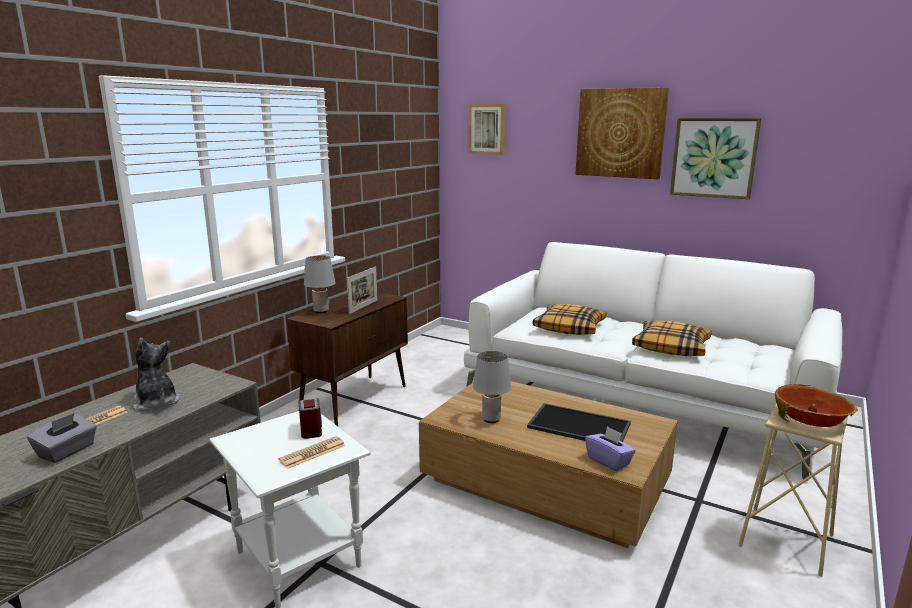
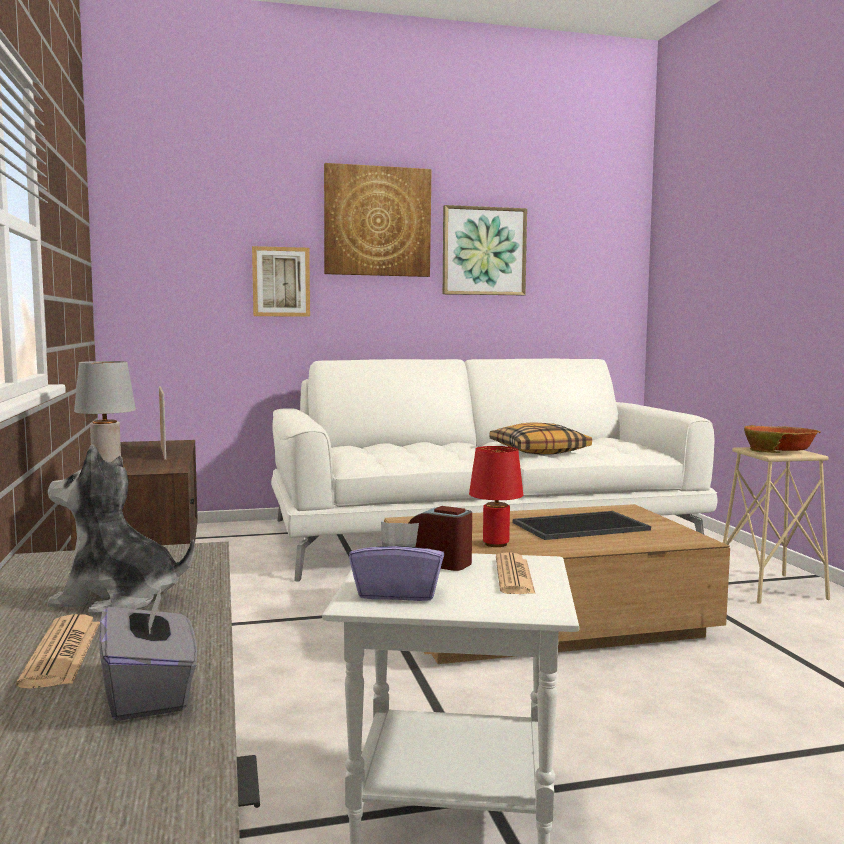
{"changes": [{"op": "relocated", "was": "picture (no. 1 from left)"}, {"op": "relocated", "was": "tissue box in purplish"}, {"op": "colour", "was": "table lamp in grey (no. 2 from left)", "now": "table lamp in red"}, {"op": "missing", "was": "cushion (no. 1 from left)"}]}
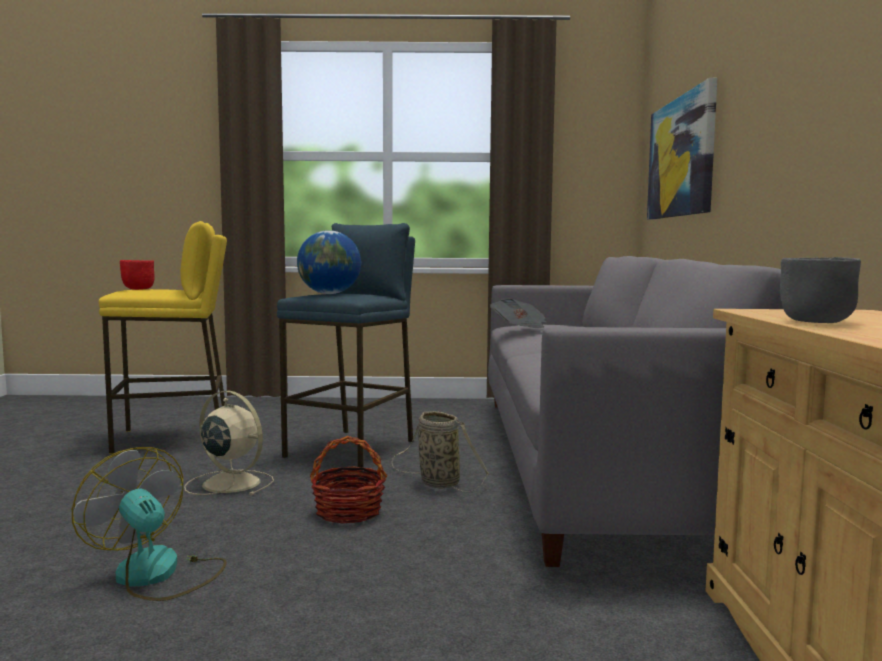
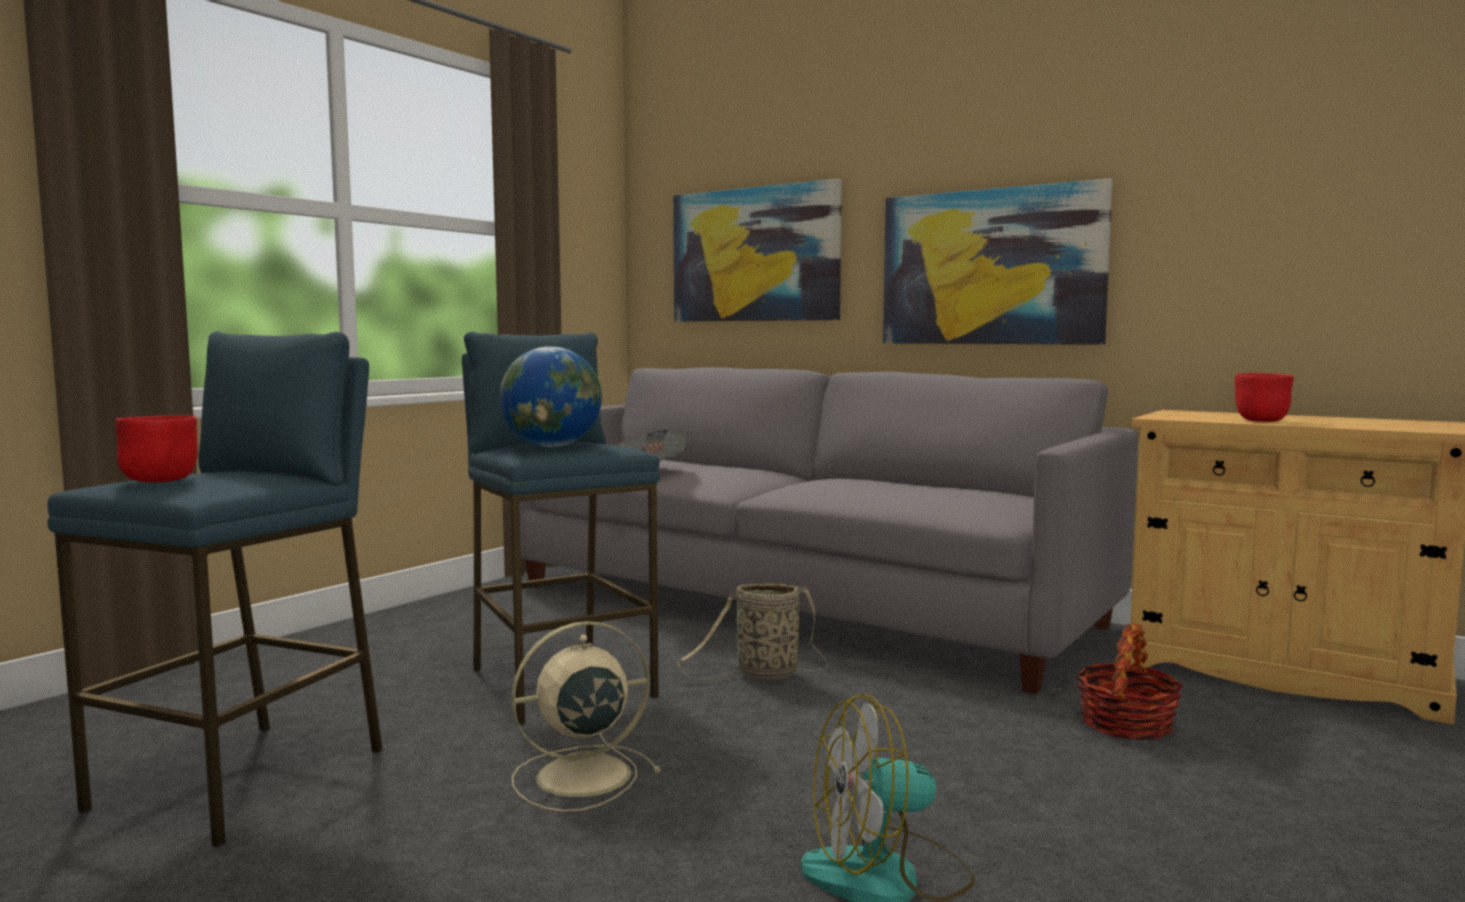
{"changes": [{"op": "colour", "was": "stool in yellow", "now": "stool in blue-coloured (no. 1 from left)"}, {"op": "appeared", "now": "picture (no. 2 from left)"}, {"op": "relocated", "was": "household basket (no. 1 from left in the first image)", "now": "household basket (no. 2 from left)"}, {"op": "colour", "was": "serving bowl in grey", "now": "serving bowl in red (no. 2 from left)"}]}
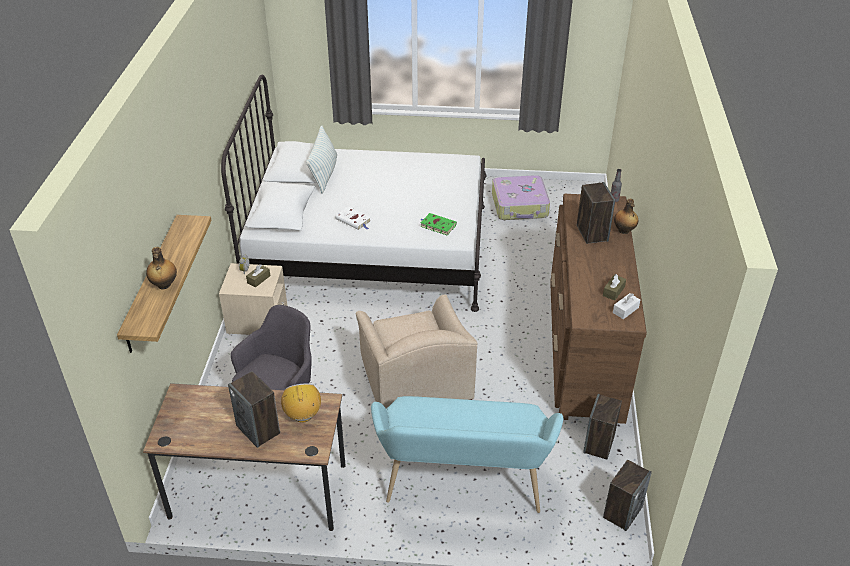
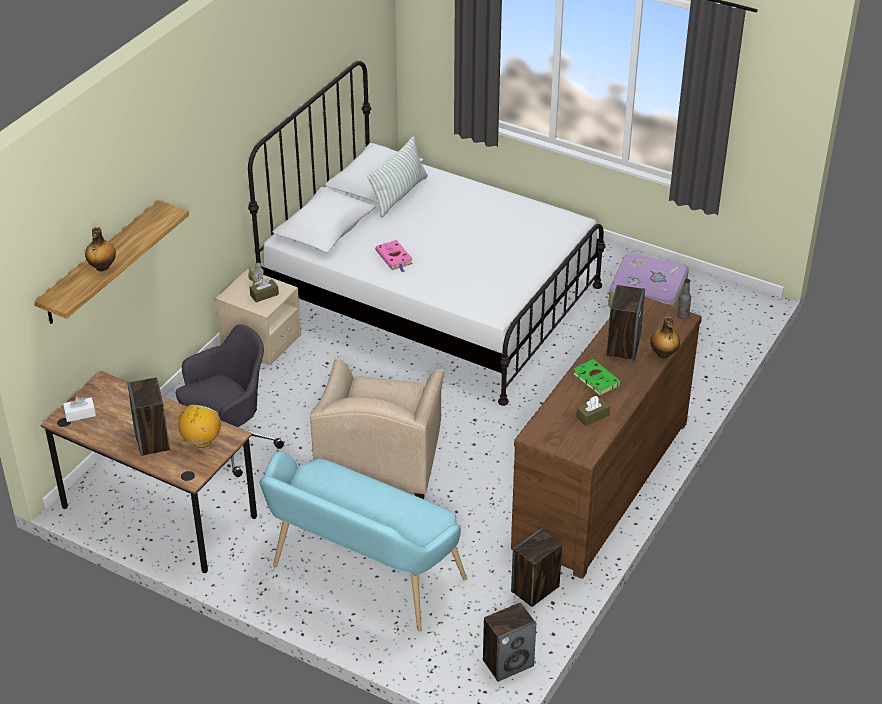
{"changes": [{"op": "relocated", "was": "tissue box in white"}, {"op": "colour", "was": "volume in white", "now": "volume in pink-coloured"}, {"op": "relocated", "was": "volume in green"}]}
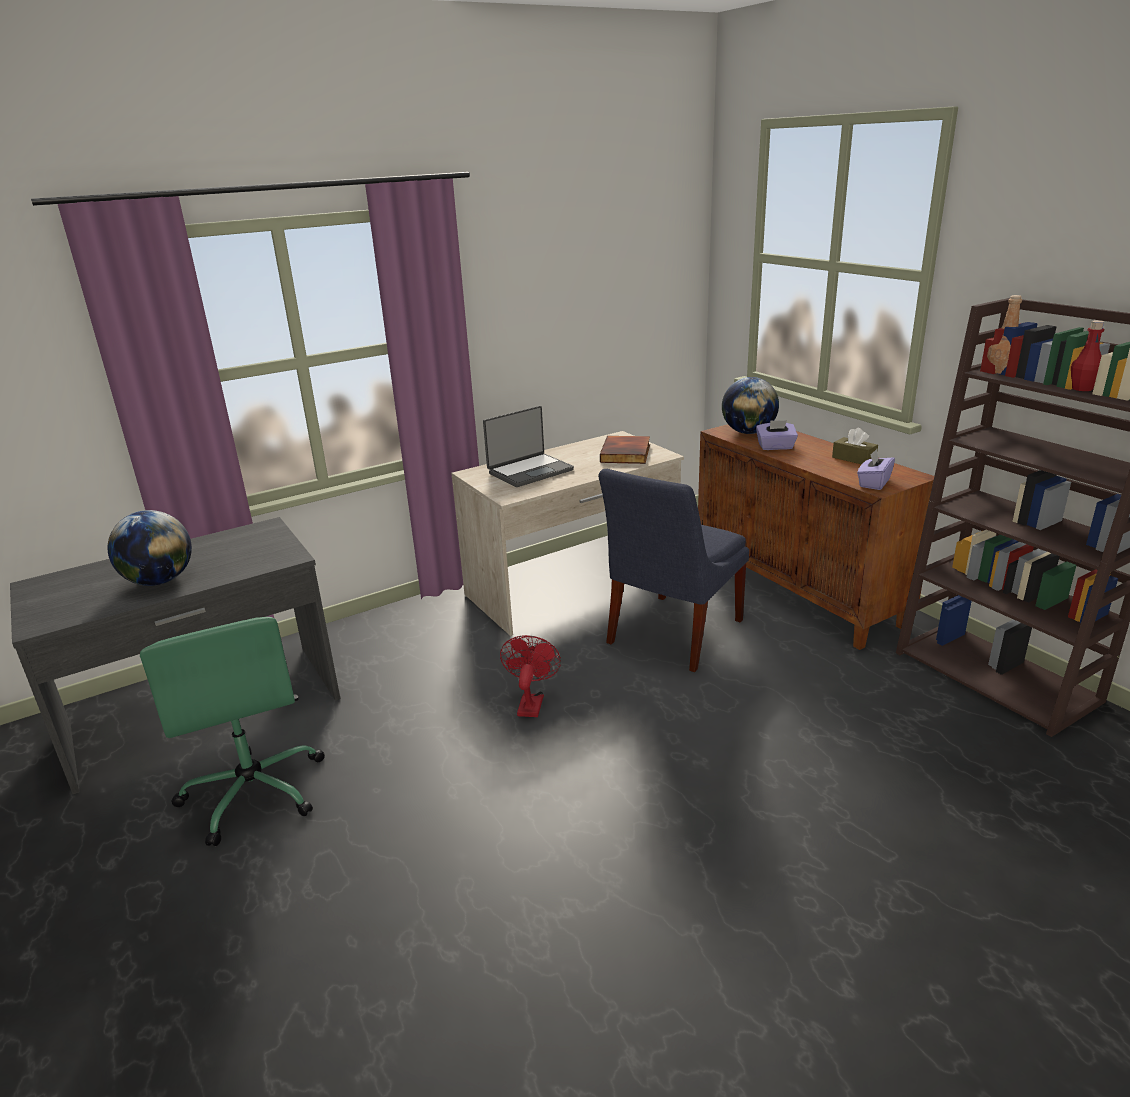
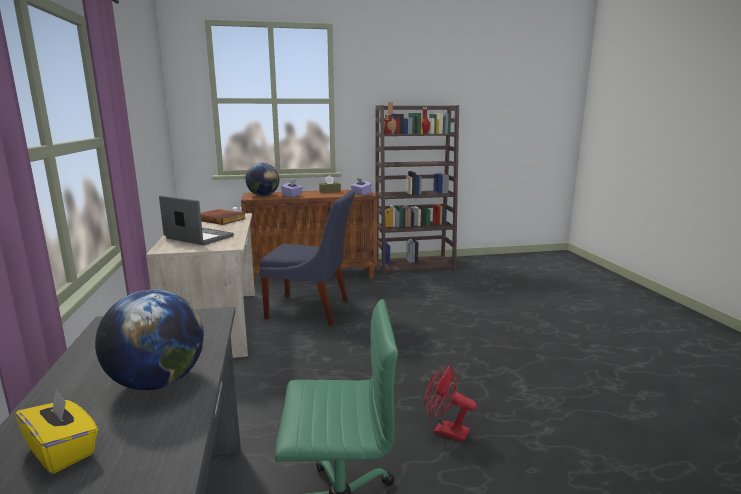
{"changes": [{"op": "appeared", "now": "tissue box in yellow"}, {"op": "spun", "was": "notebook computer", "clockwise": -45}, {"op": "spun", "was": "plain chair in blue-coloured", "clockwise": -45}, {"op": "relocated", "was": "electric fan in red"}]}
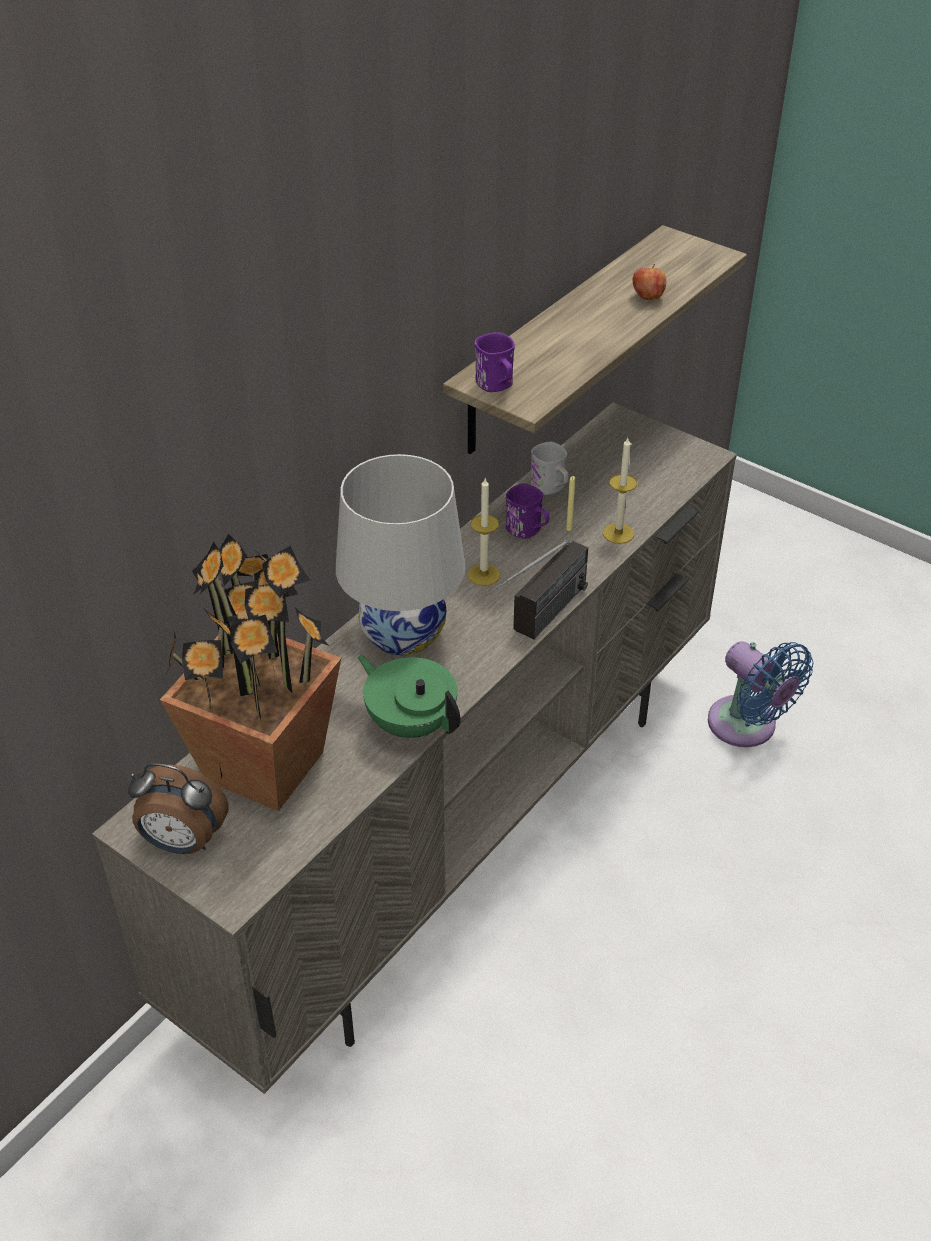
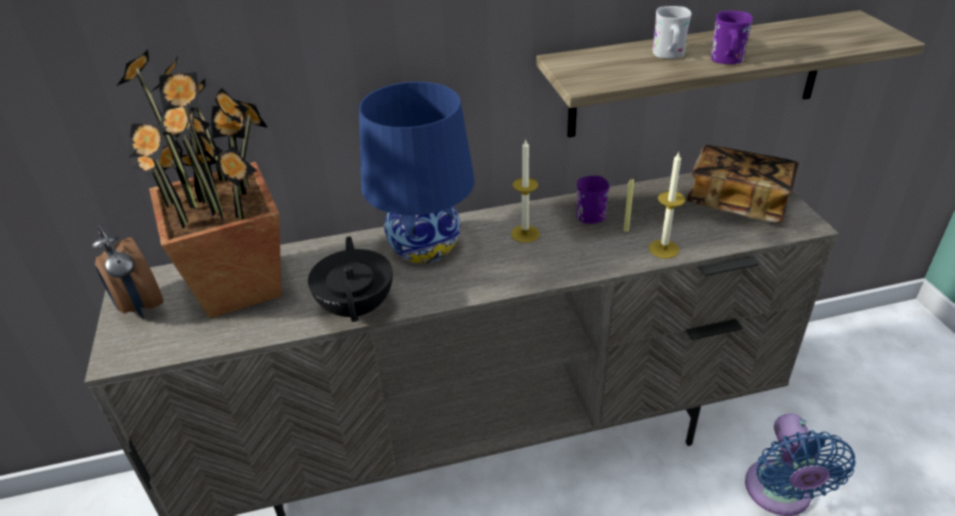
{"changes": [{"op": "colour", "was": "pot for tea in green", "now": "pot for tea in blackish"}, {"op": "colour", "was": "table lamp in white", "now": "table lamp in blue-coloured"}, {"op": "relocated", "was": "coffee mug in white"}, {"op": "appeared", "now": "volume"}, {"op": "relocated", "was": "coffee mug in purplish (no. 1 from left in the first image)", "now": "coffee mug in purplish (no. 2 from left)"}, {"op": "missing", "was": "radio receiver"}, {"op": "missing", "was": "apple"}]}
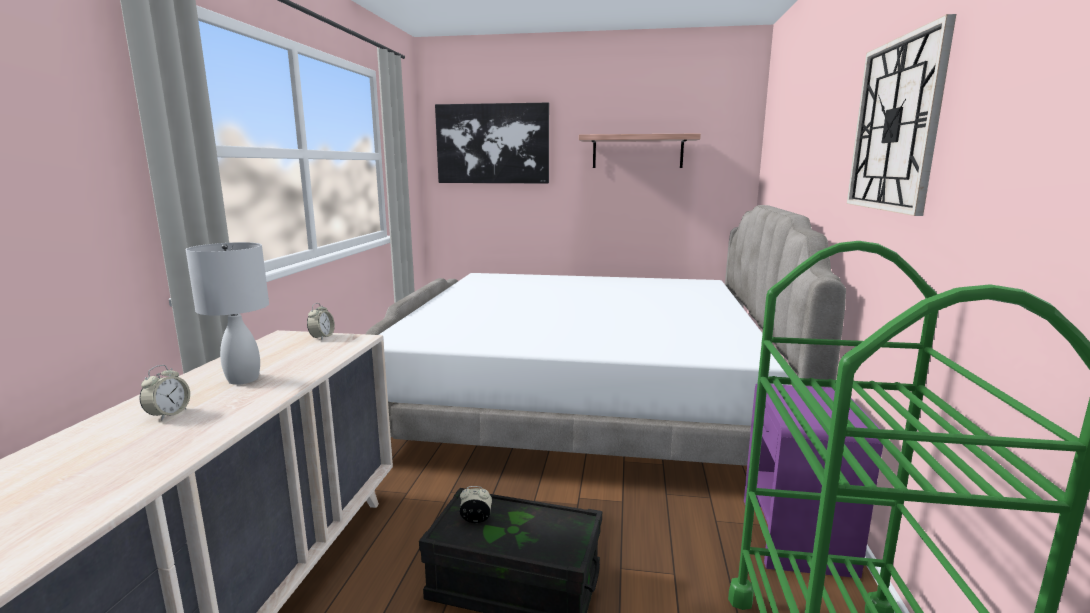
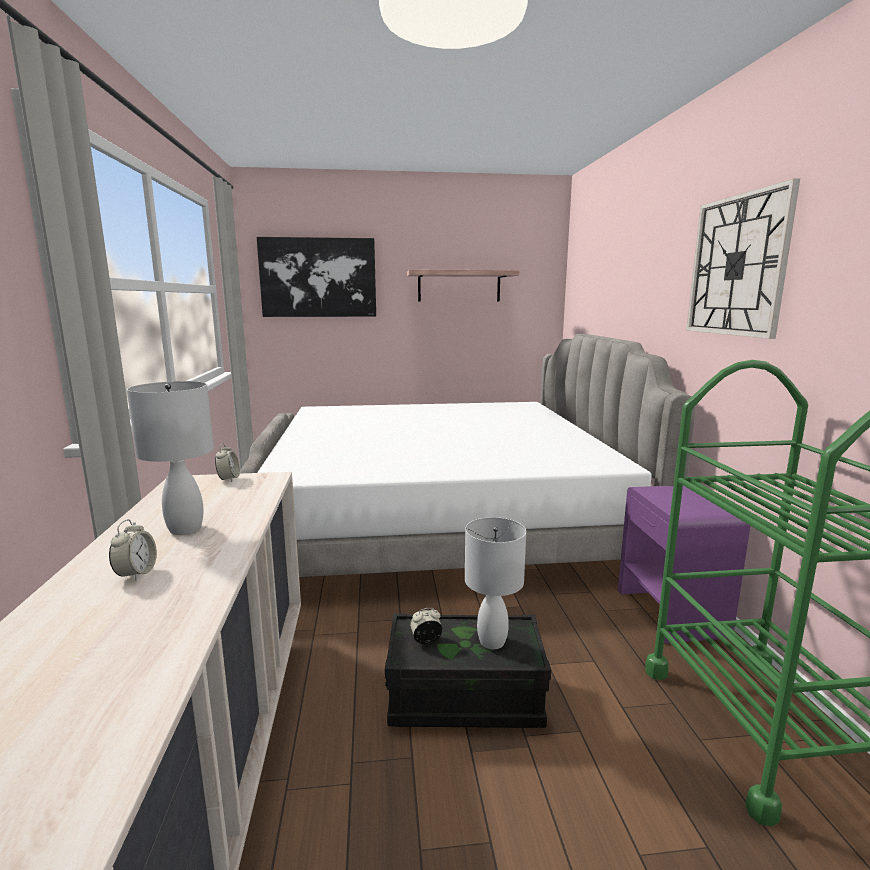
{"changes": [{"op": "appeared", "now": "table lamp in white (no. 2 from left)"}]}
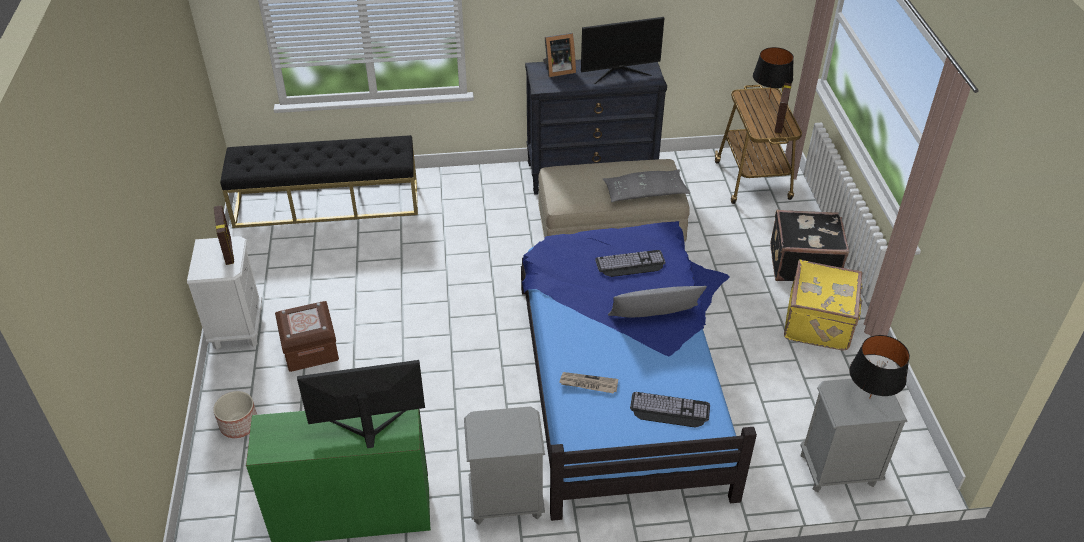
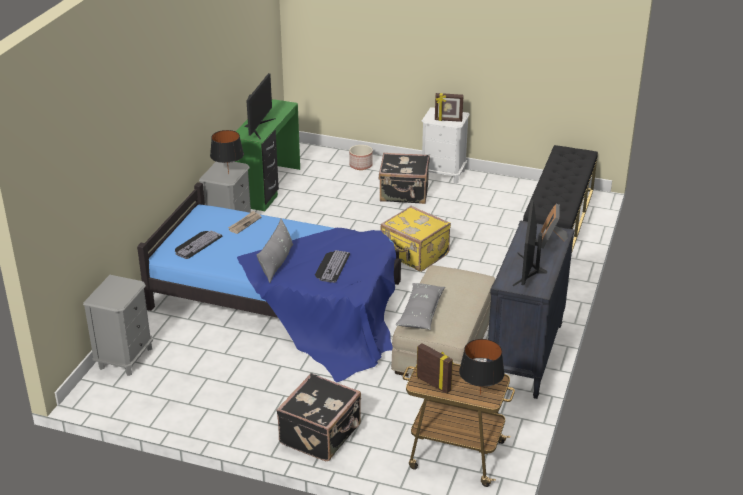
{"changes": [{"op": "relocated", "was": "table lamp in blackish (no. 2 from left in the first image)", "now": "table lamp in blackish (no. 1 from left)"}, {"op": "exchanged", "was": "storage container in brownish", "now": "suitcase in blackish (no. 2 from left)"}, {"op": "relocated", "was": "suitcase in yellow"}]}
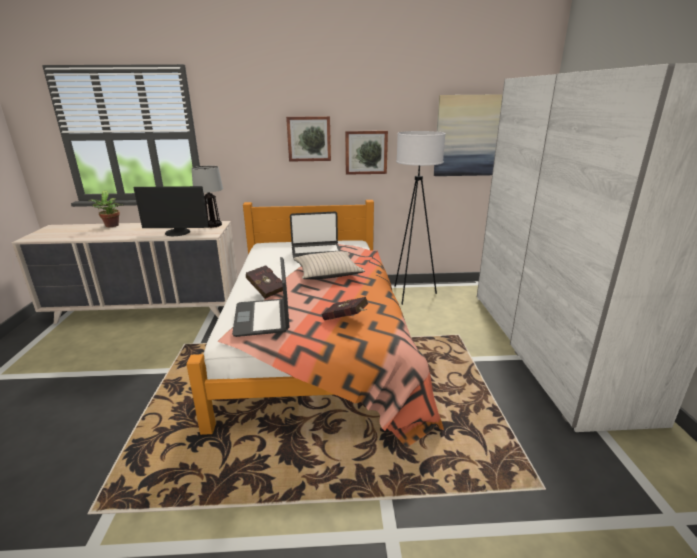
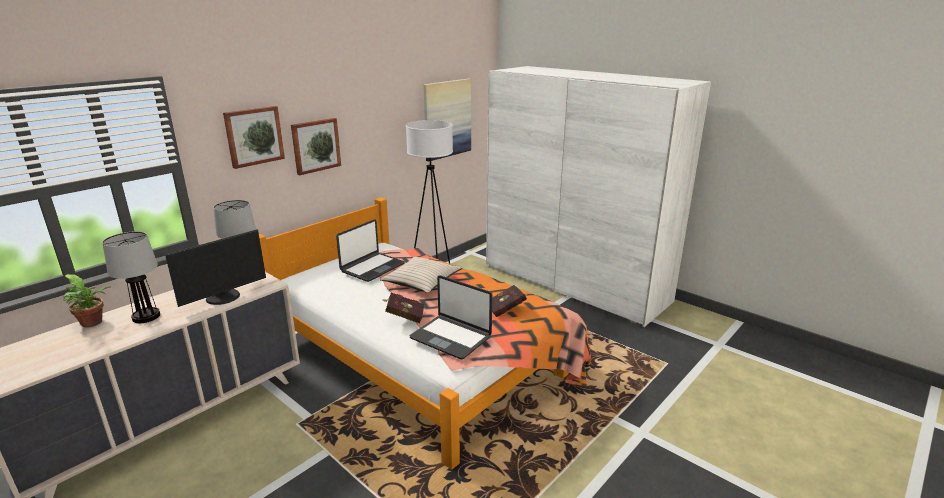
{"changes": [{"op": "appeared", "now": "table lamp (no. 1 from left)"}, {"op": "relocated", "was": "picture (no. 2 from left in the first image)", "now": "picture (no. 1 from left)"}]}
